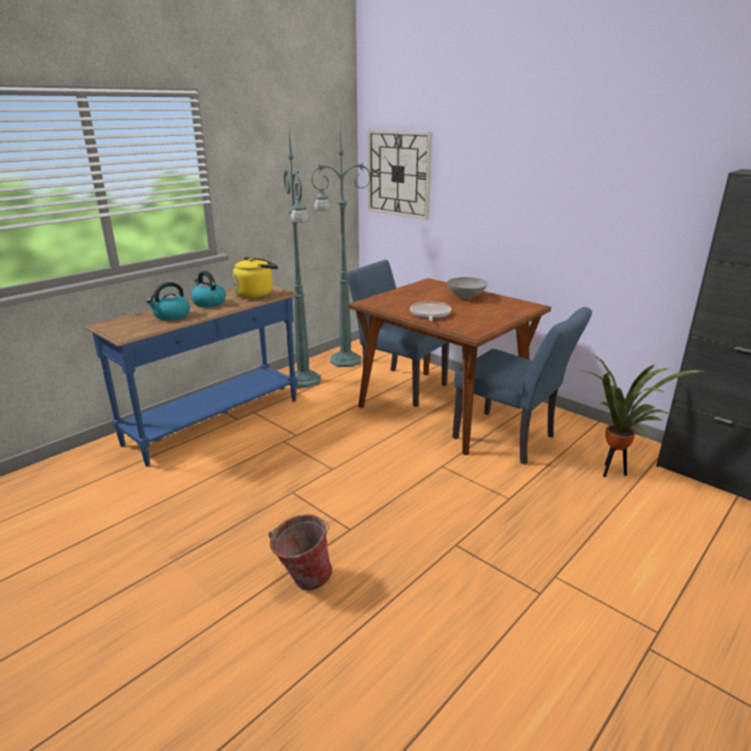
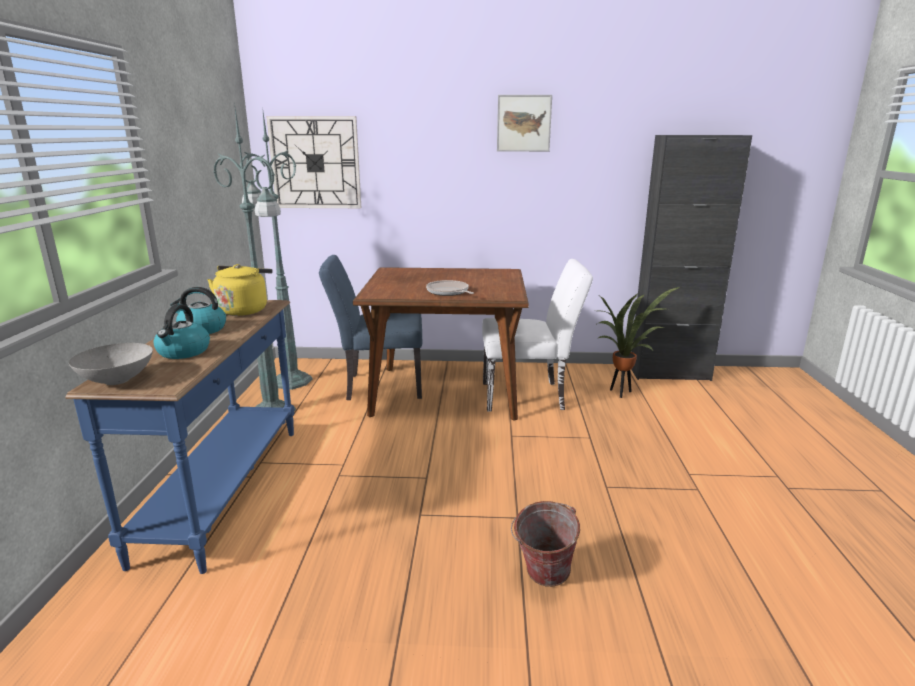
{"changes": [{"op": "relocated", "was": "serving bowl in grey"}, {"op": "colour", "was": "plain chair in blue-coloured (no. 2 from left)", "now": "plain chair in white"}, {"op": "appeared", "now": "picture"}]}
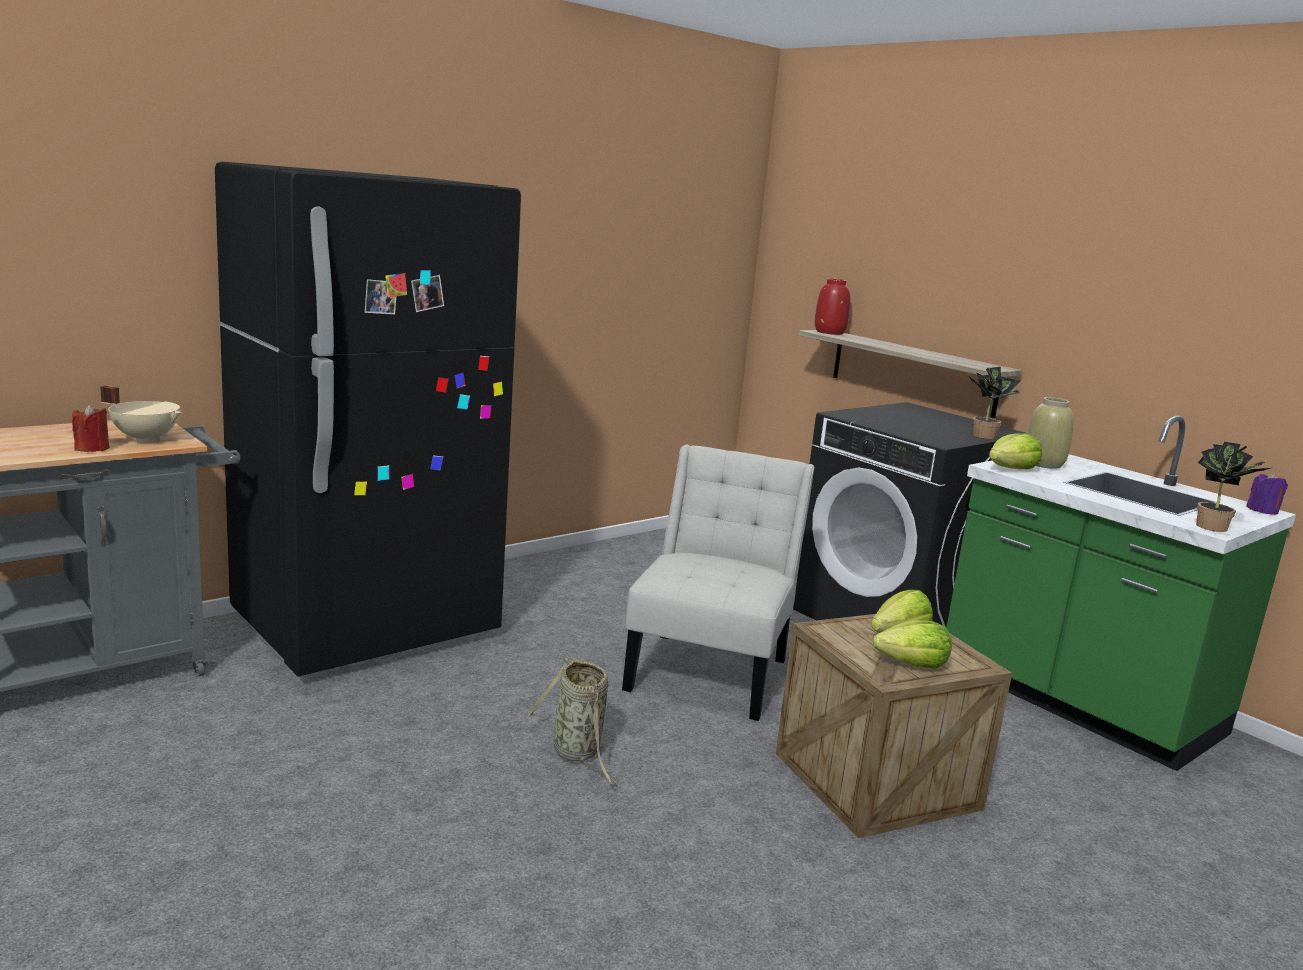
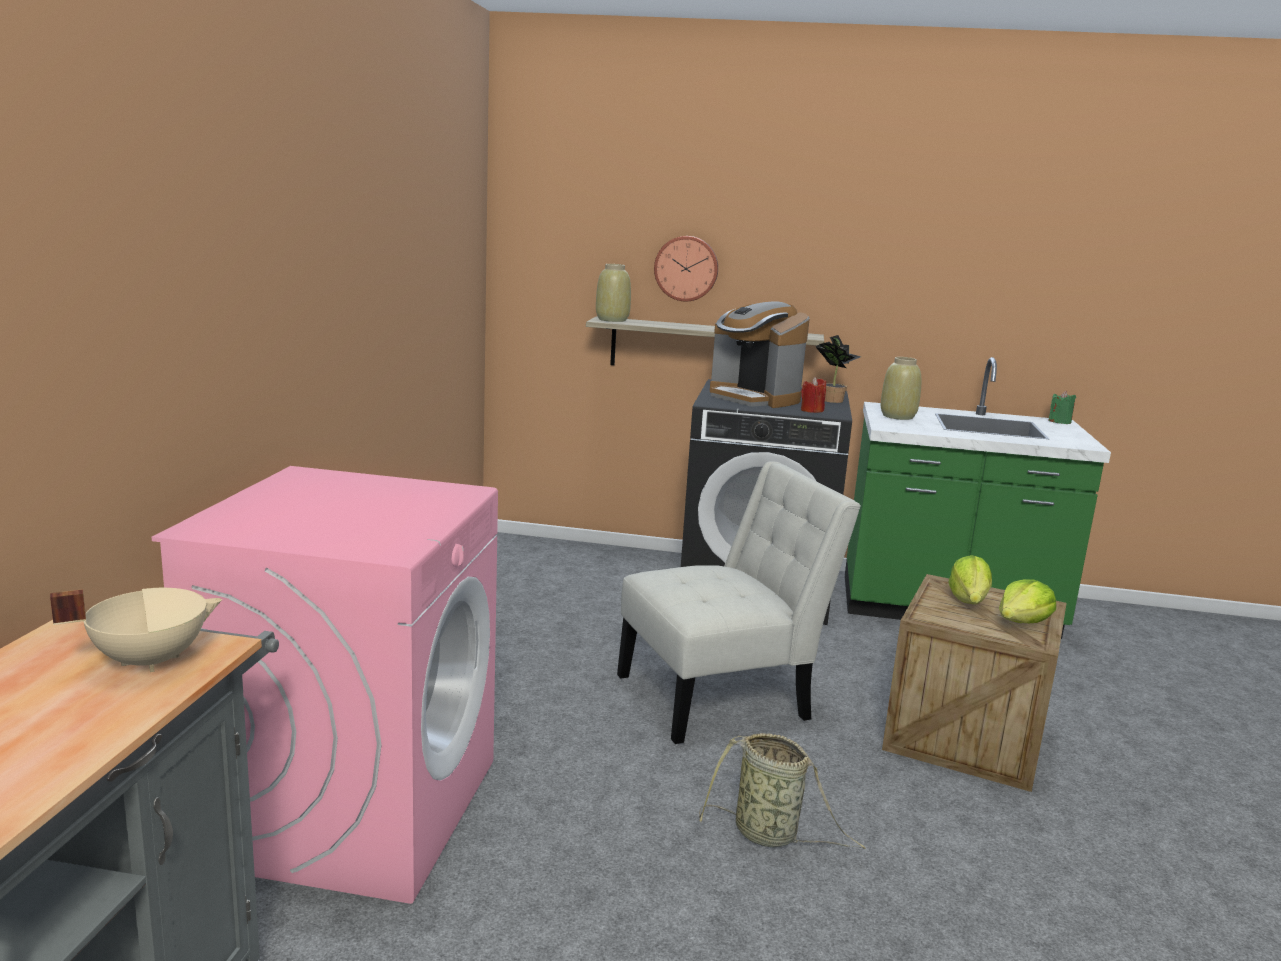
{"changes": [{"op": "exchanged", "was": "kitchen fridge in blackish", "now": "laundry appliance in pink-coloured"}, {"op": "colour", "was": "decorative vase in red", "now": "decorative vase in beige-coloured (no. 1 from left)"}, {"op": "spun", "was": "plain chair in white", "clockwise": 90}, {"op": "appeared", "now": "clock on the wall"}, {"op": "appeared", "now": "coffee maker"}, {"op": "relocated", "was": "wax light in red"}, {"op": "colour", "was": "wax light in purplish", "now": "wax light in green"}, {"op": "missing", "was": "lettuce head (no. 3 from left)"}, {"op": "missing", "was": "potted plant (no. 2 from left)"}]}
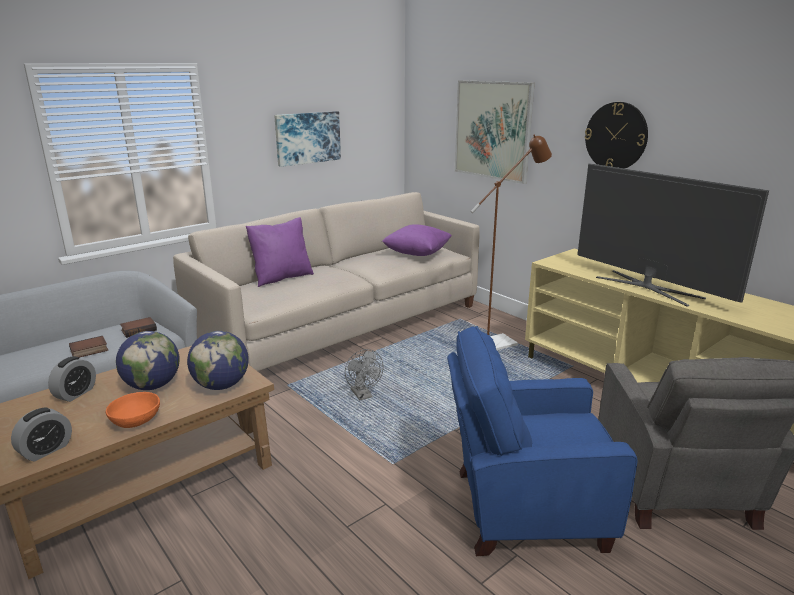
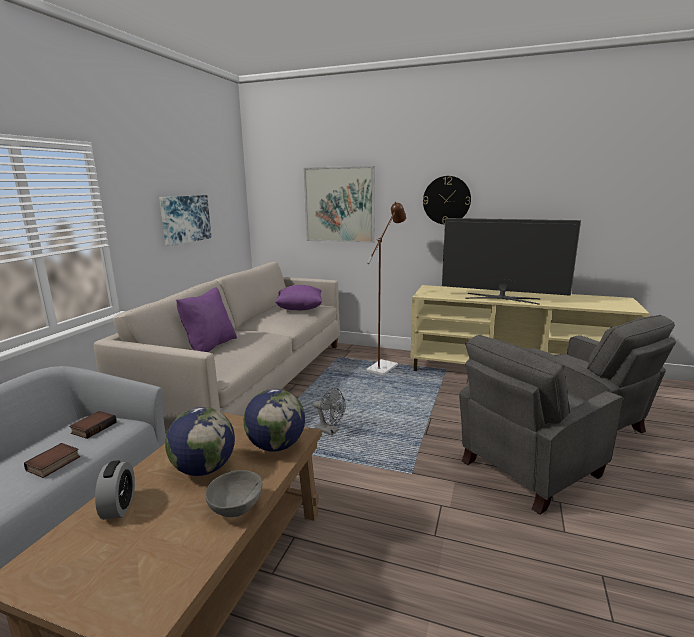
{"changes": [{"op": "colour", "was": "serving bowl in orange-coloured", "now": "serving bowl in grey"}, {"op": "colour", "was": "armchair in blue-coloured", "now": "armchair in grey (no. 1 from left)"}, {"op": "missing", "was": "bedside clock (no. 1 from left)"}]}
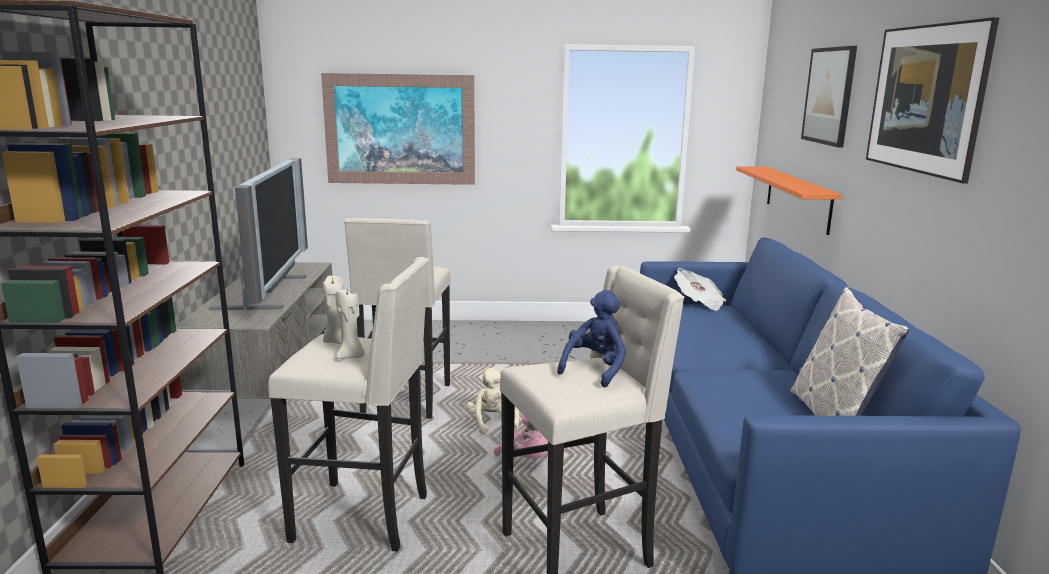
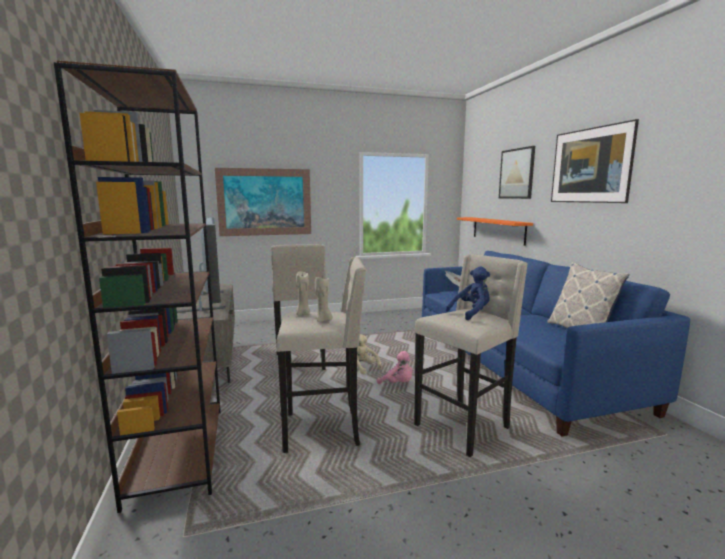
{"changes": [{"op": "spun", "was": "cuddly toy in blue-coloured", "clockwise": 45}]}
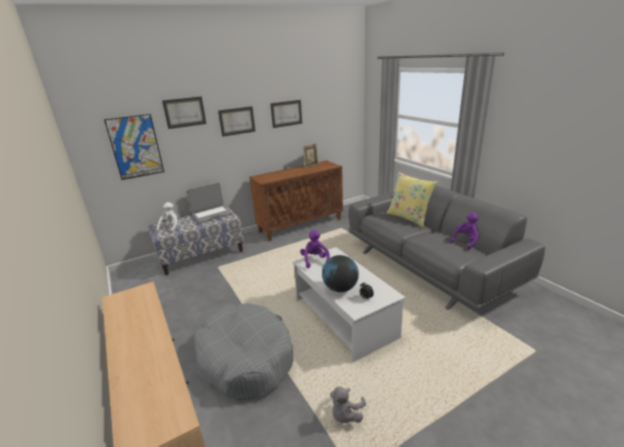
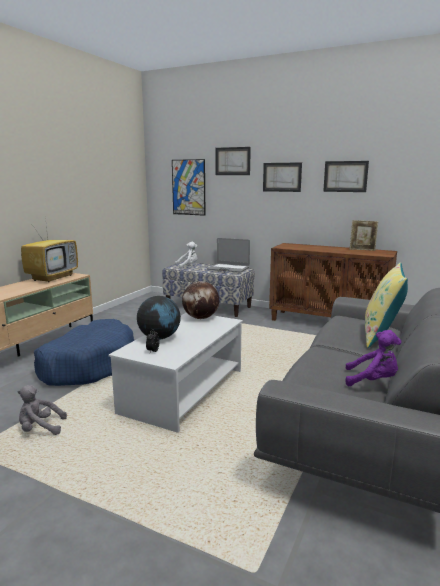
{"changes": [{"op": "appeared", "now": "TV"}, {"op": "colour", "was": "dog bed in grey", "now": "dog bed in blue-coloured"}, {"op": "exchanged", "was": "cuddly toy in purplish (no. 1 from left)", "now": "globe (no. 2 from left)"}]}
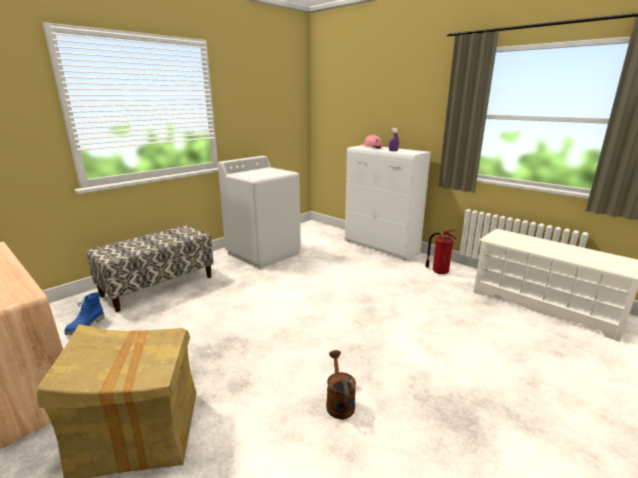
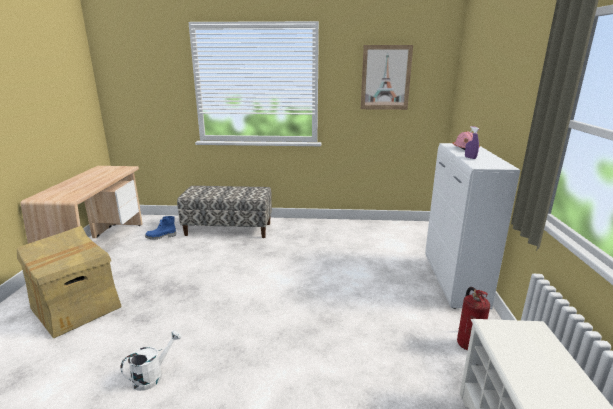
{"changes": [{"op": "colour", "was": "sprinkling can in brownish", "now": "sprinkling can in white"}, {"op": "appeared", "now": "picture"}, {"op": "missing", "was": "laundry appliance in white"}]}
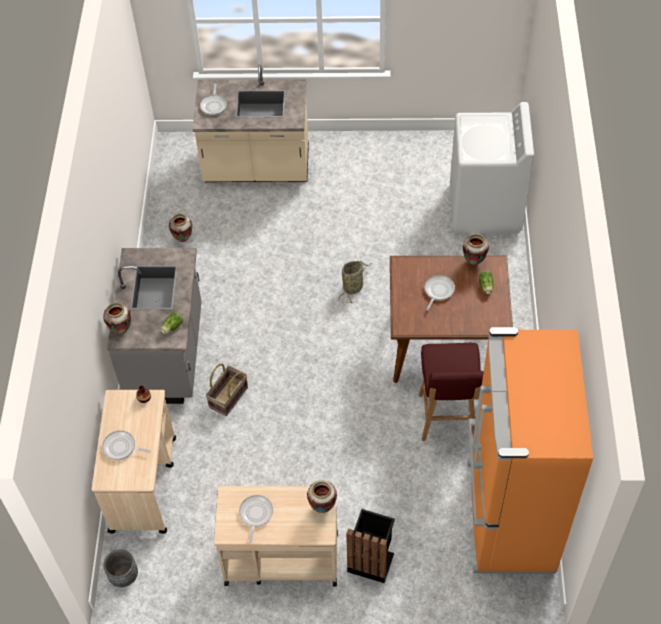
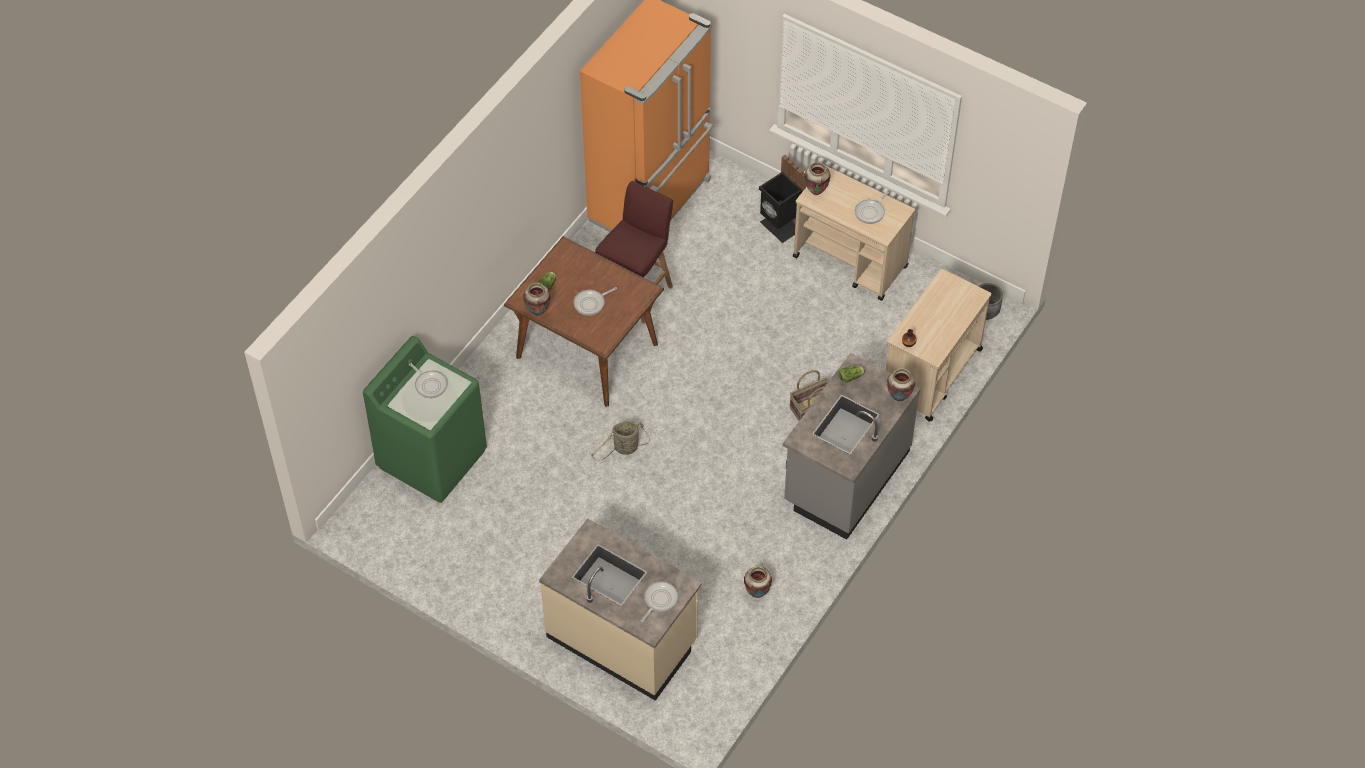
{"changes": [{"op": "colour", "was": "laundry appliance in white", "now": "laundry appliance in green"}, {"op": "relocated", "was": "frying pan (no. 1 from left)"}]}
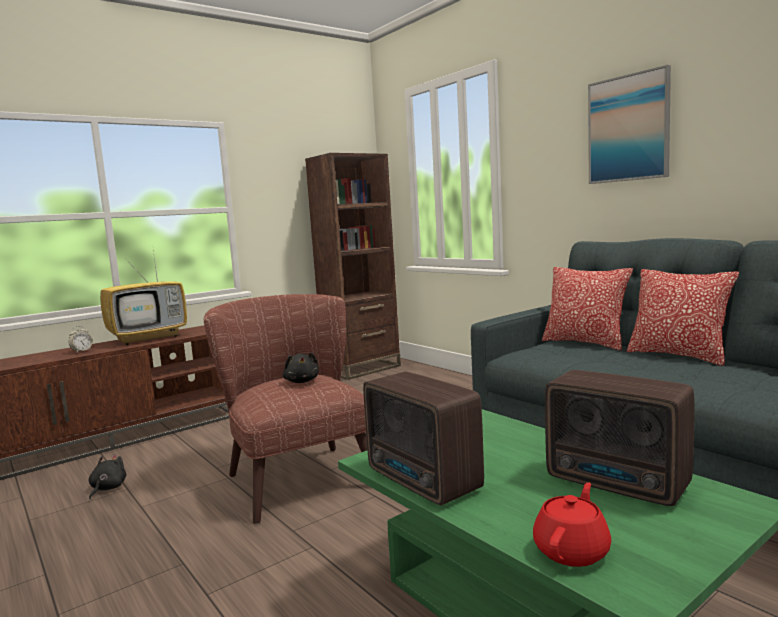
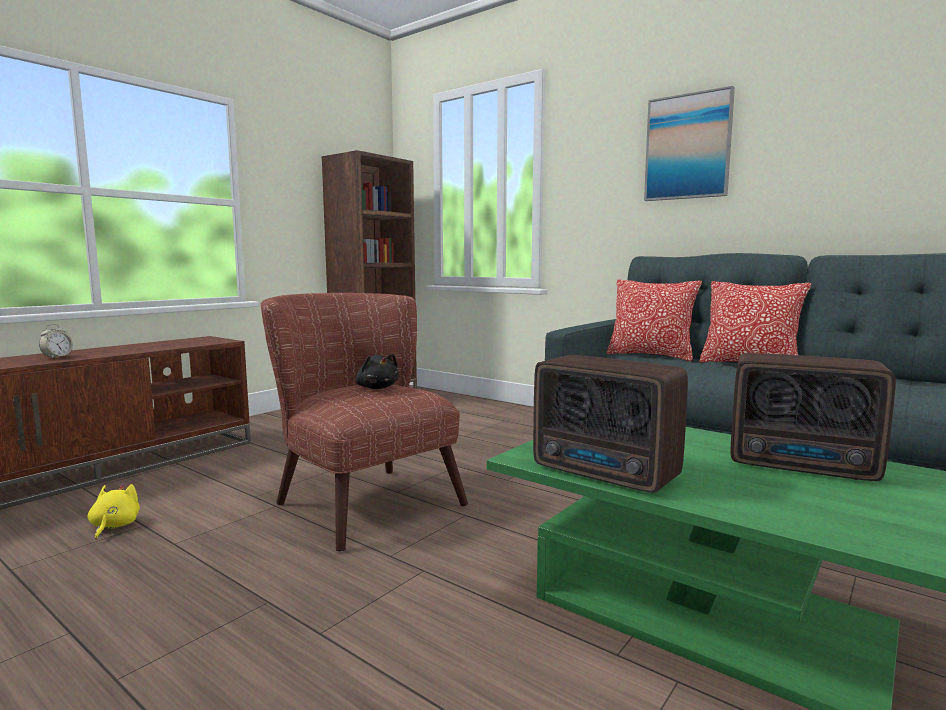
{"changes": [{"op": "colour", "was": "cuddly toy in blackish (no. 1 from left)", "now": "cuddly toy in yellow"}, {"op": "missing", "was": "TV"}, {"op": "missing", "was": "pot for tea in red"}]}
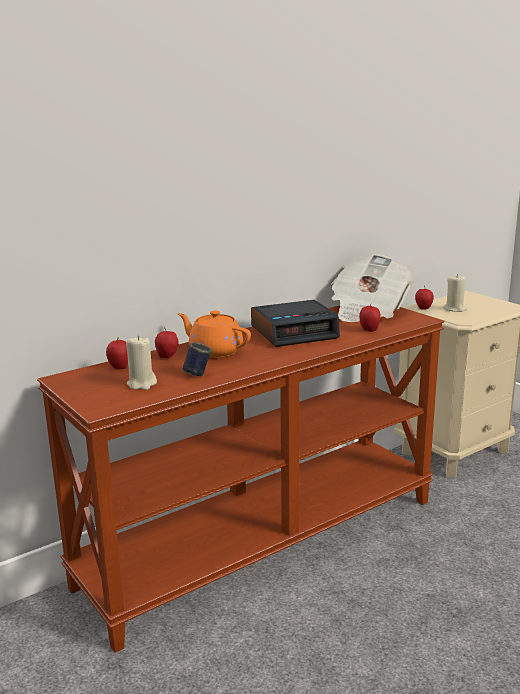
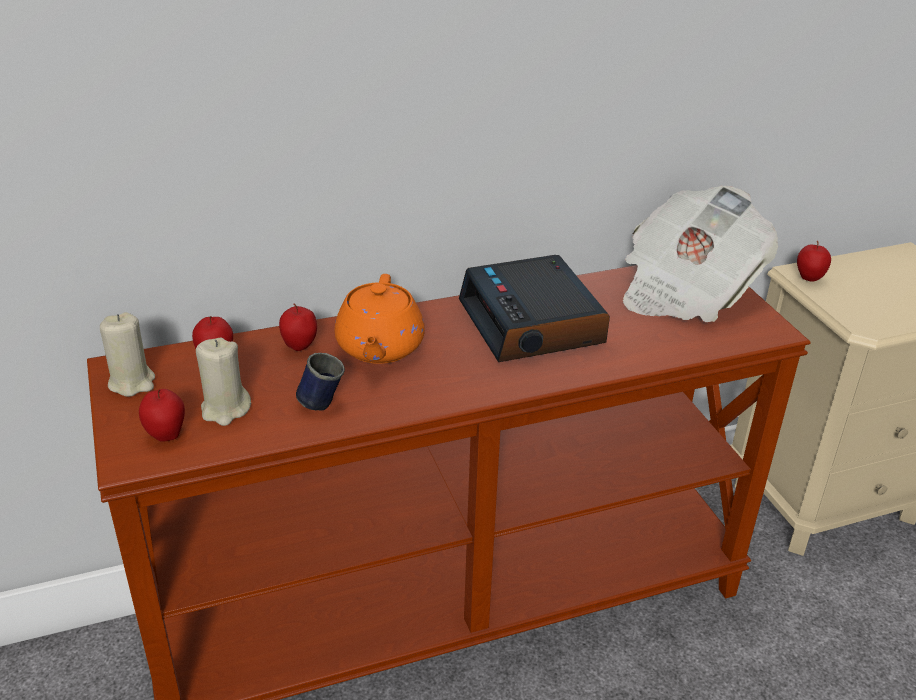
{"changes": [{"op": "relocated", "was": "wax light in beige-coloured (no. 2 from left in the first image)", "now": "wax light in beige-coloured (no. 1 from left)"}, {"op": "relocated", "was": "apple (no. 3 from left in the first image)", "now": "apple (no. 1 from left)"}, {"op": "spun", "was": "pot for tea in orange-coloured", "clockwise": -135}, {"op": "spun", "was": "bedside clock", "clockwise": 75}]}
